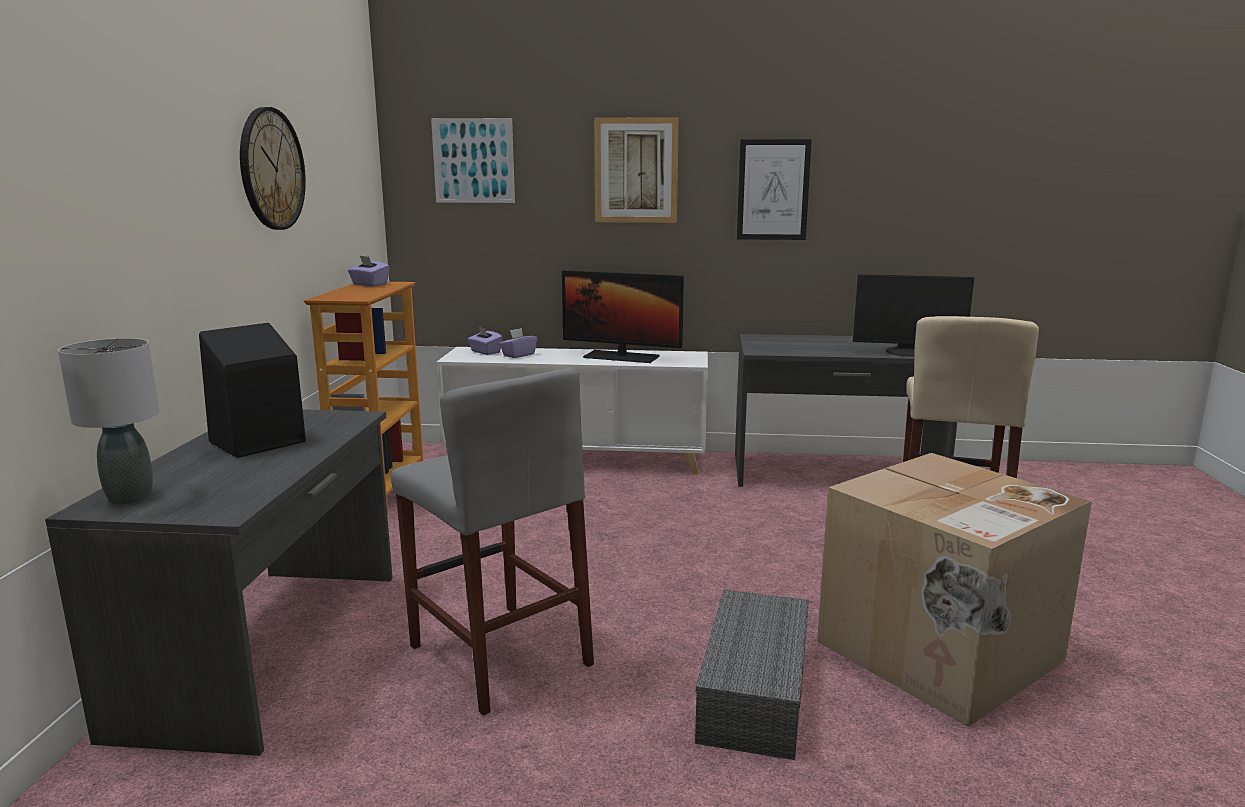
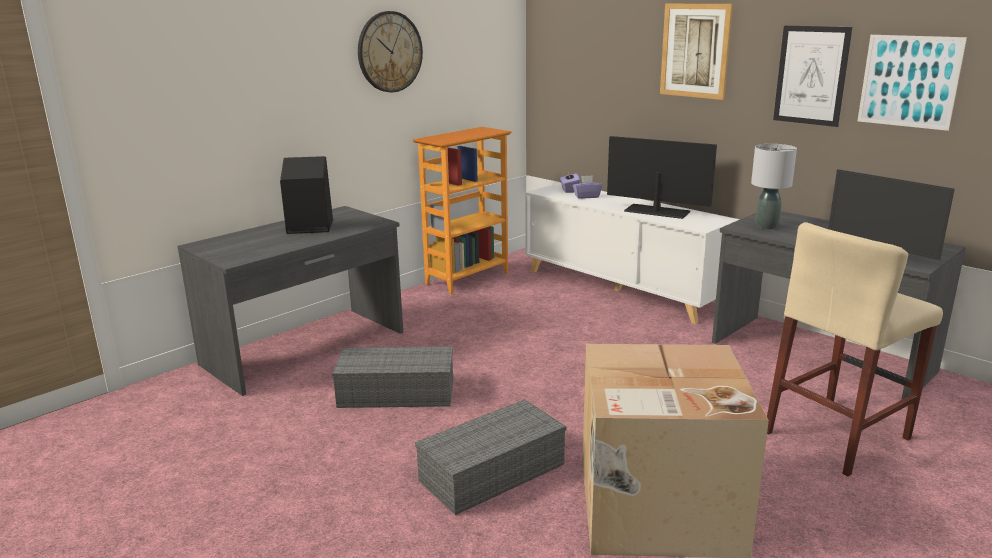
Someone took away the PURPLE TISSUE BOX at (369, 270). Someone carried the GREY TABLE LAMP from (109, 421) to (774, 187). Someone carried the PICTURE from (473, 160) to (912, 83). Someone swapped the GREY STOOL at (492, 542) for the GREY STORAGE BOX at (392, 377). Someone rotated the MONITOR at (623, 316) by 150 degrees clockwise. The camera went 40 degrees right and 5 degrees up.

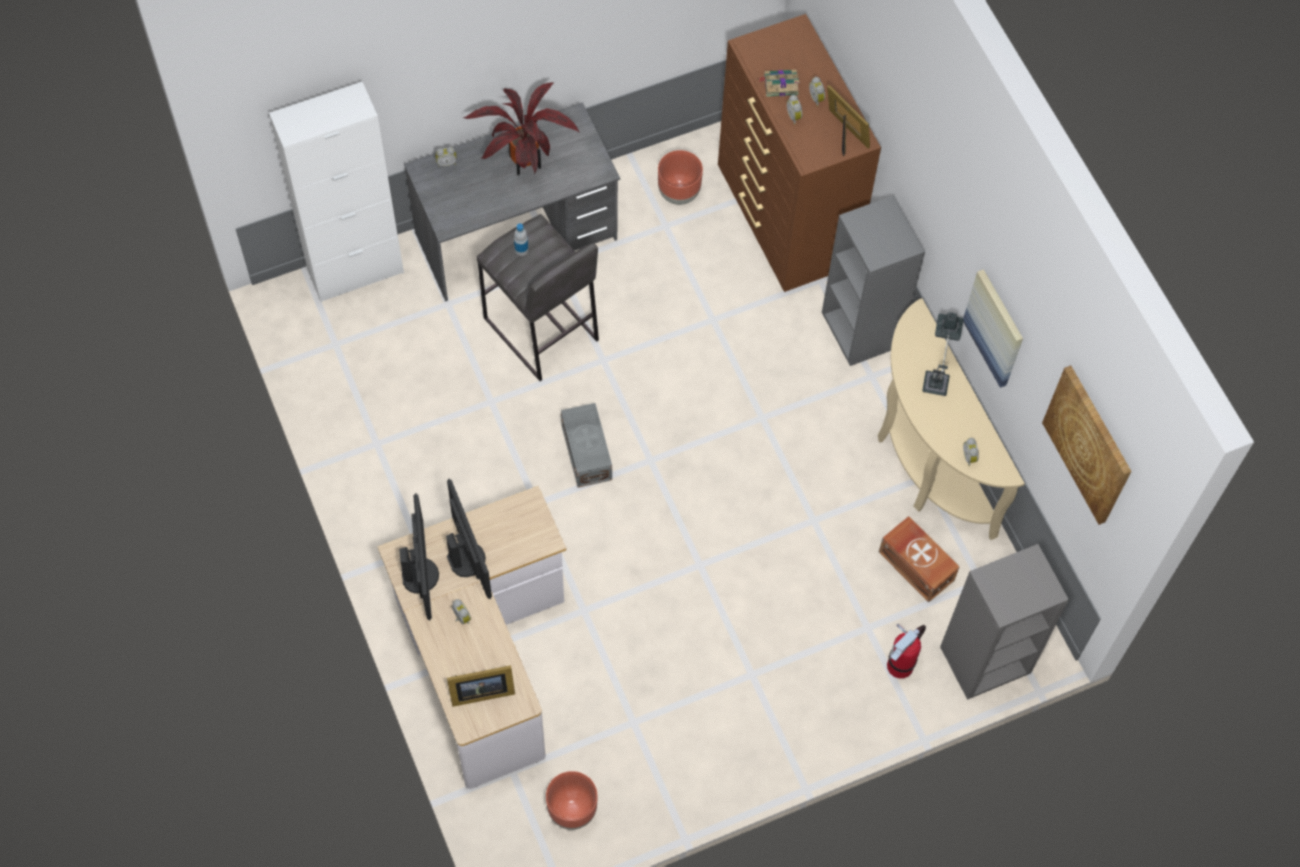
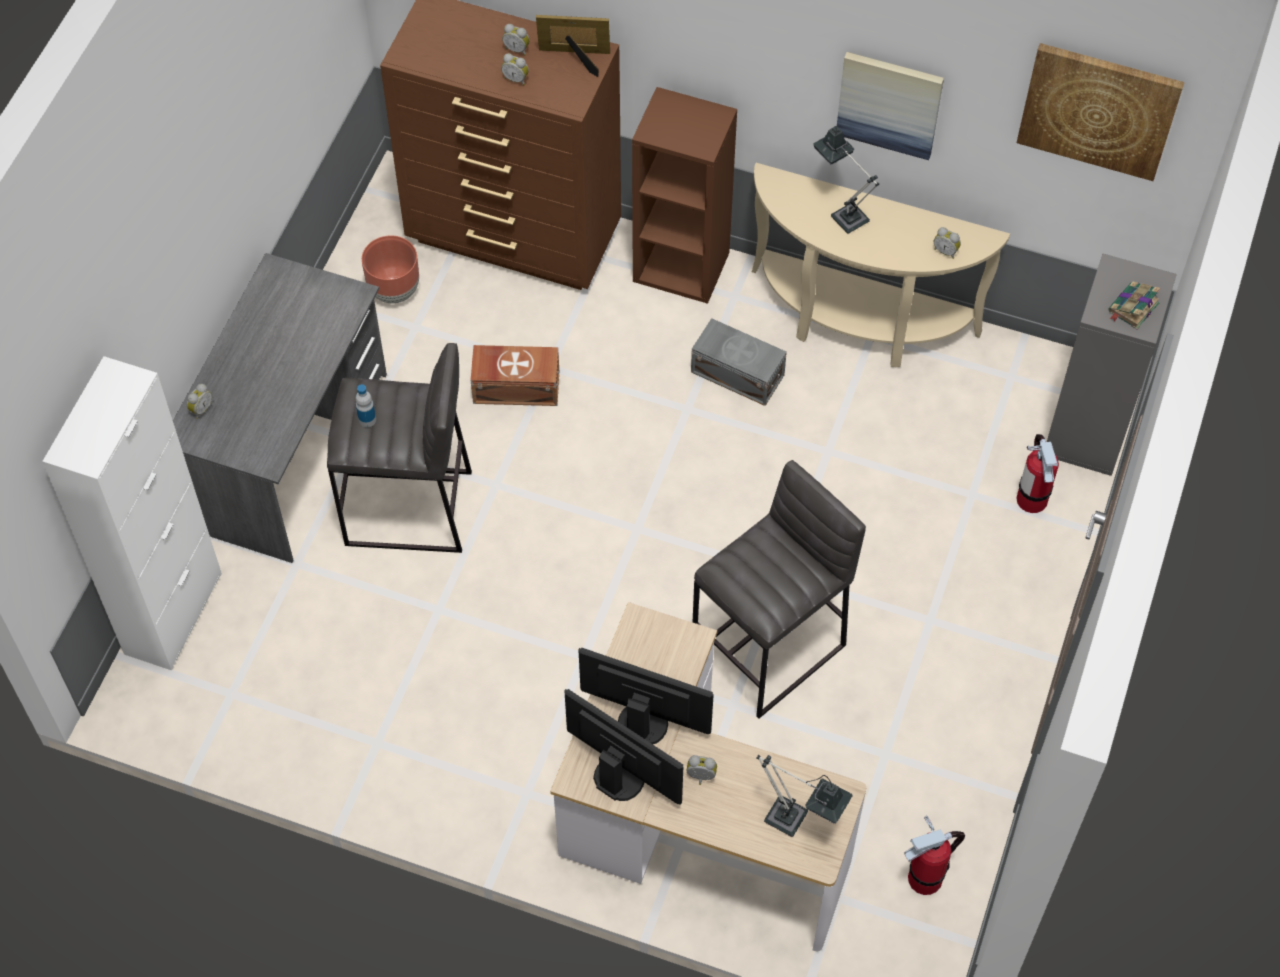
Someone took away the POTTED PLANT at (521, 129). Someone put down the GREY STOOL at (779, 589). Someone carried the GREY STORAGE BOX from (586, 445) to (739, 362). Someone carried the BOOK from (779, 83) to (1134, 305). Someone carried the BROWN STORAGE BOX from (919, 559) to (515, 375). Someone swapped the PICTURE FRAME at (481, 686) for the TABLE LAMP at (804, 796). Someone swapped the BROWN PLANTER at (572, 800) for the FIRE EXTINGUISHER at (934, 855). Someone repainted the GREY BOOKCASE at (873, 280), which became the BROWN BOOKCASE at (684, 195). The camera went 45 degrees left and 5 degrees down.

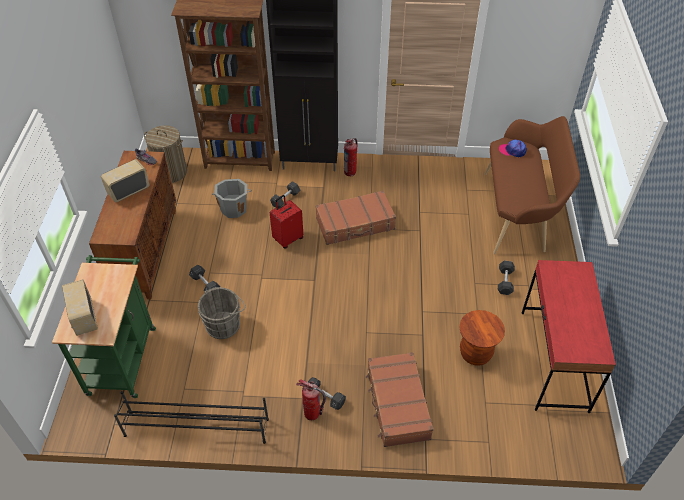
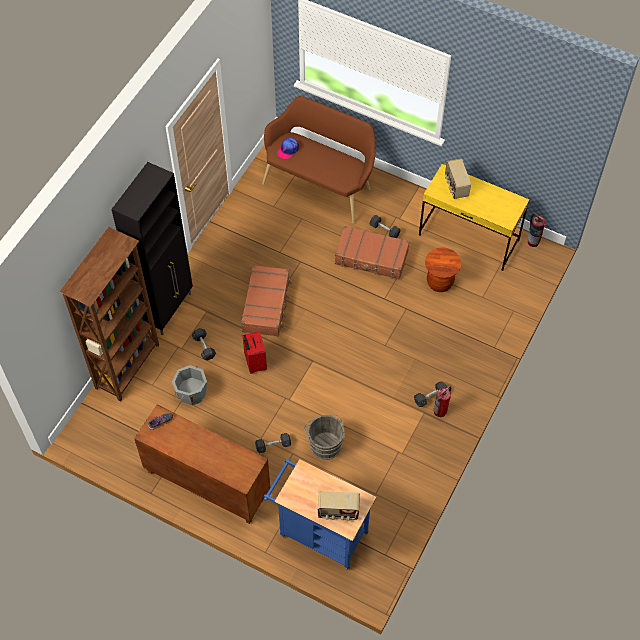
Someone took away the BLACK SHOE RACK at (191, 417). Someone took away the LAUNDRY BASKET at (165, 154). Someone carried the RADIO from (125, 180) to (458, 179). Someone carried the FIRE EXTINGUISHER from (351, 157) to (537, 230). Someone carried the BROWN SUITCASE from (399, 399) to (372, 253). Someone repainted the GREEN CART at (104, 326), which became the BLUE CART at (320, 514). Someone repainted the RED DESK at (569, 336), which became the YELLOW DESK at (474, 217). The camera went 65 degrees left and 10 degrees up.

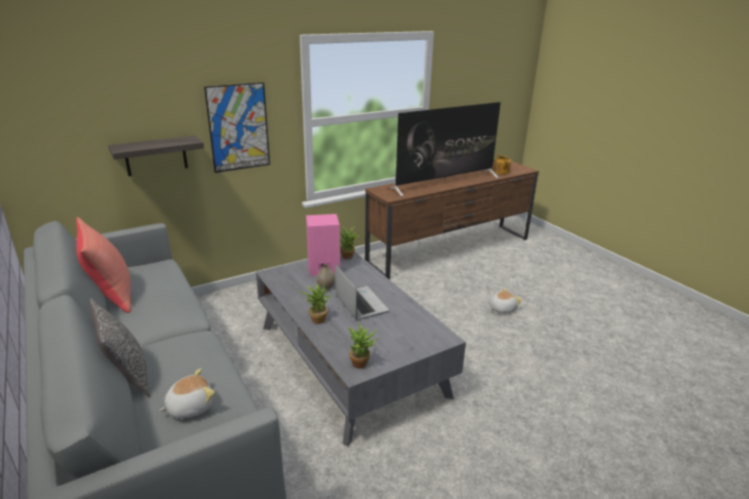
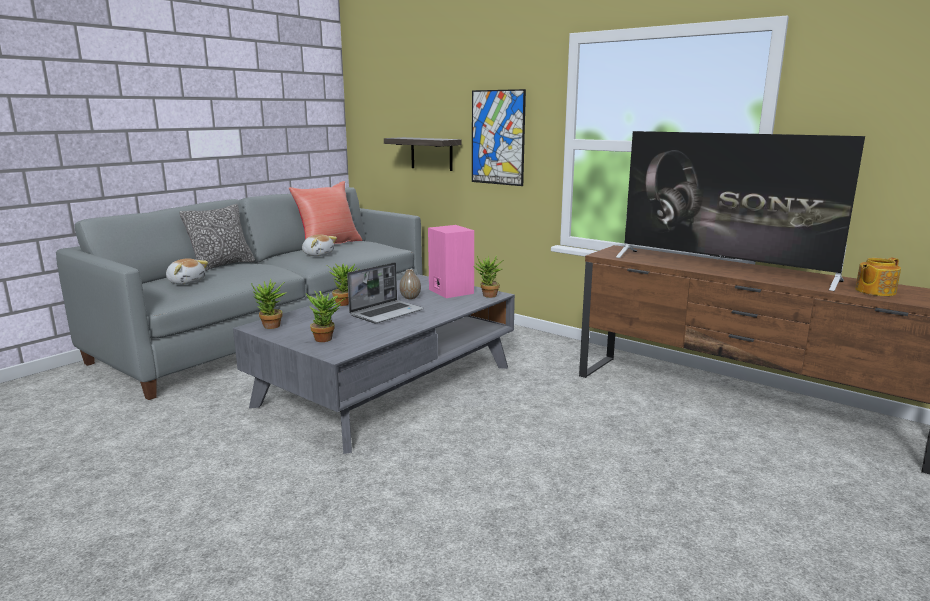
Someone put down the POTTED PLANT at (326, 316). Someone carried the PLUSH TOY from (506, 301) to (319, 245). The camera went 70 degrees right and 10 degrees down.

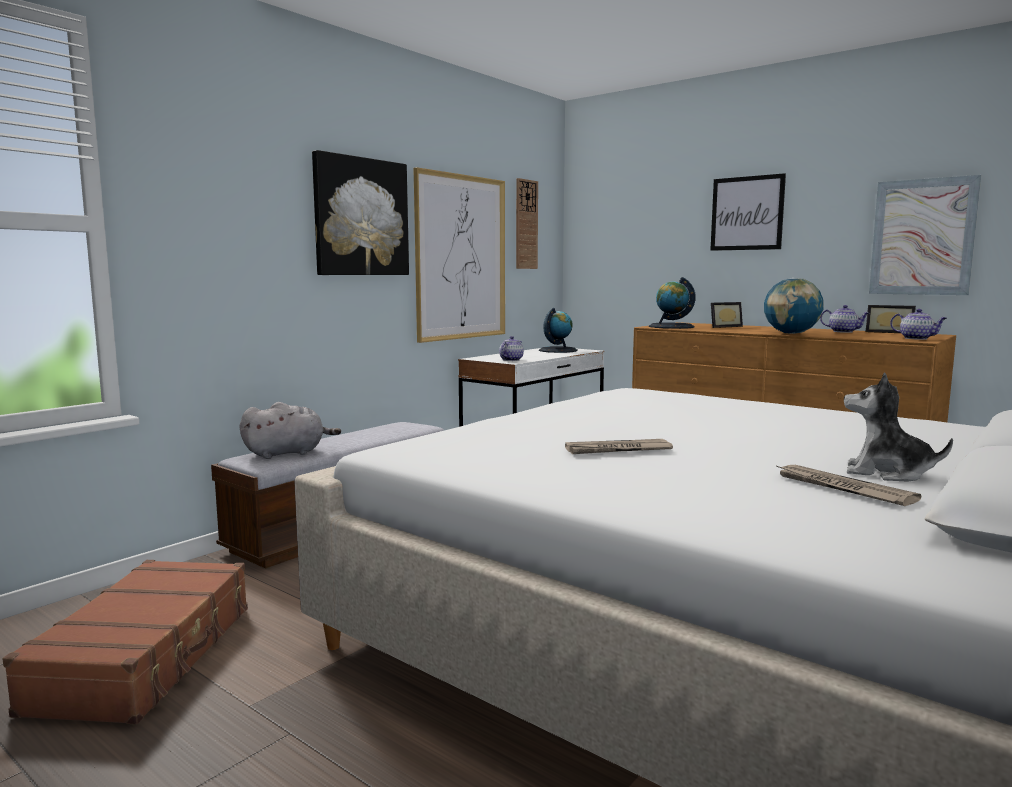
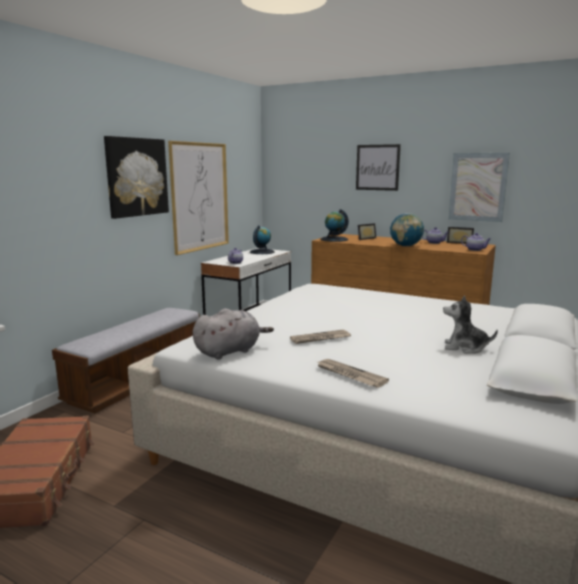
Someone took away the WALL CLOCK at (527, 223). Someone carried the GREY PLUSH TOY from (290, 430) to (233, 334). Someone carried the NEWSPAPER from (848, 485) to (352, 373). The camera went 10 degrees left and 5 degrees up.

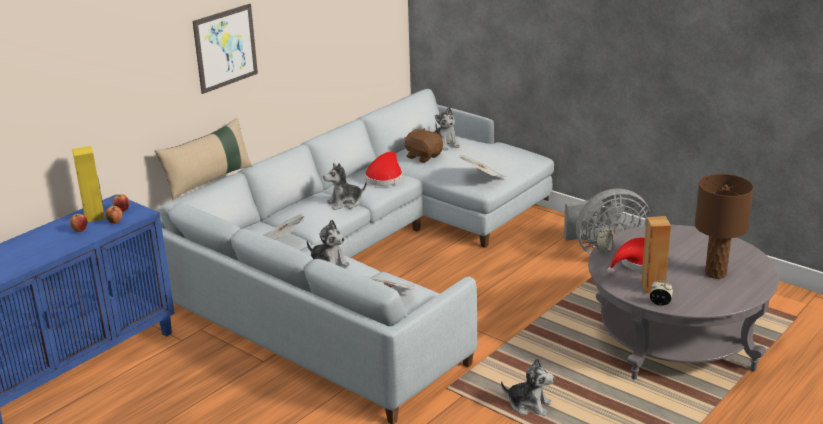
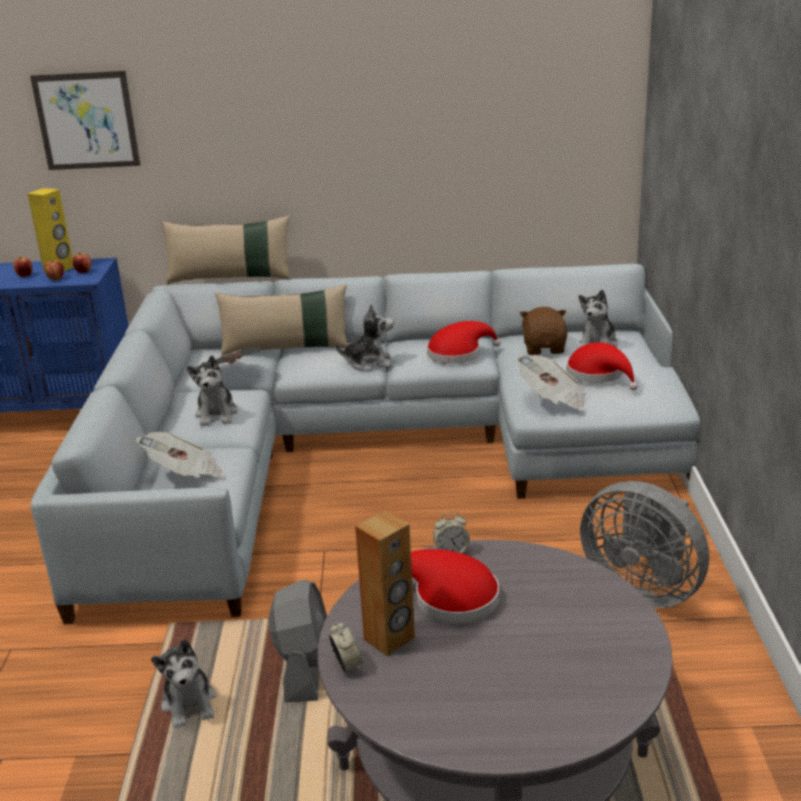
Someone took away the BROWN TABLE LAMP at (724, 226). Someone put down the BEIGE PILLOW at (281, 320). Someone put down the GREY FAN at (297, 641). Someone put down the RED HAT at (602, 366). Someone carried the PICTURE from (225, 49) to (85, 120). Someone rotated the PLUSH TOY at (345, 186) by 150 degrees clockwise. The camera went 50 degrees right and 0 degrees up.

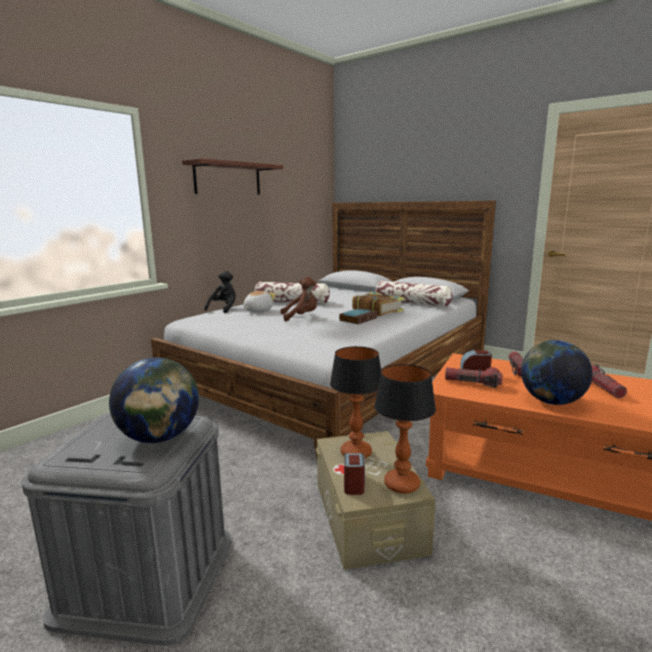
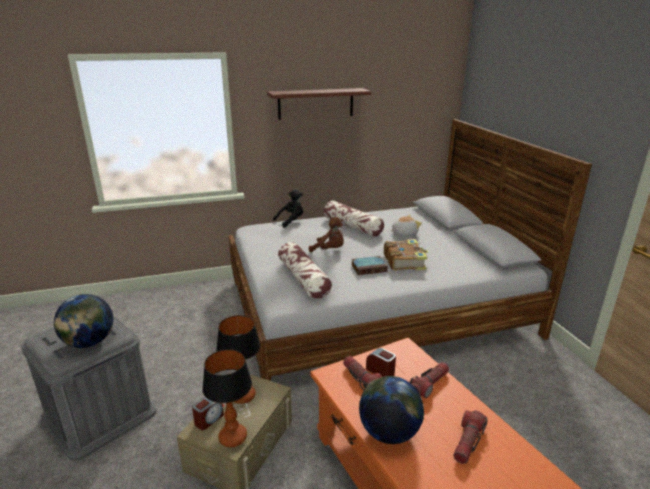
Someone carried the PLUSH TOY from (259, 301) to (406, 225). Someone carried the PILLOW from (413, 294) to (305, 270). The camera went 35 degrees right and 10 degrees up.

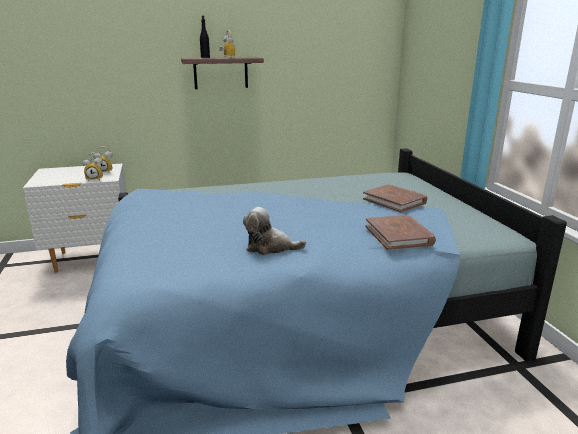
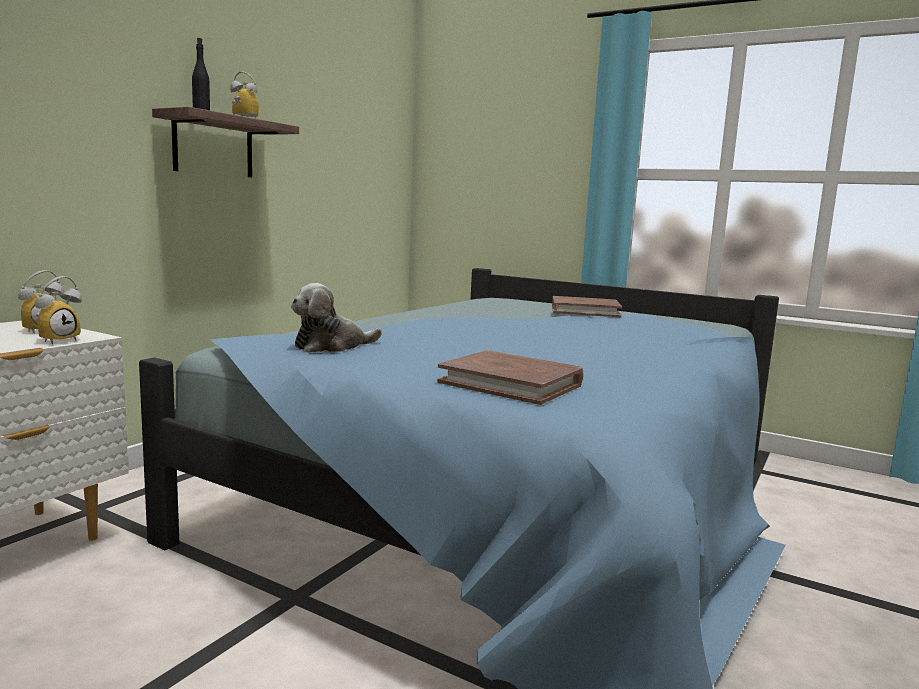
Someone carried the PLUSH TOY from (274, 231) to (336, 318). Someone carried the BROWN BOOK from (401, 232) to (510, 377). The camera went 45 degrees left and 10 degrees down.

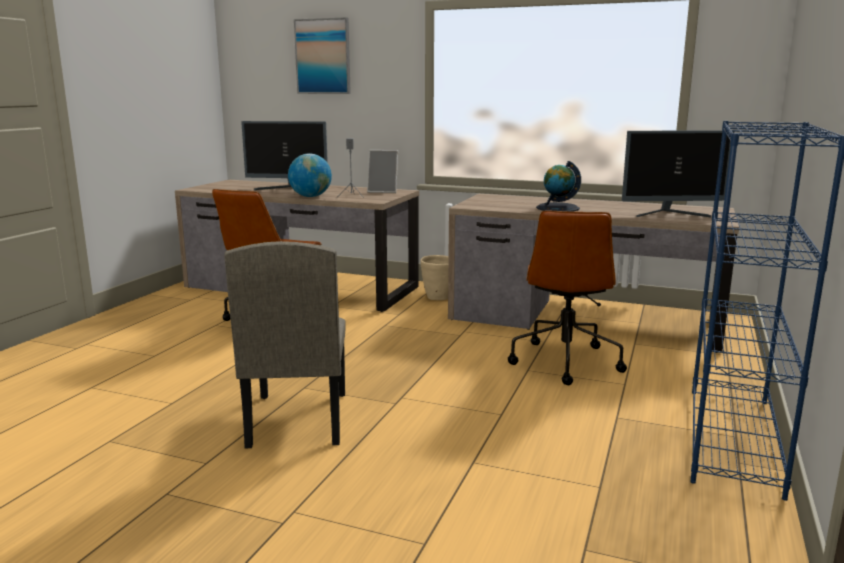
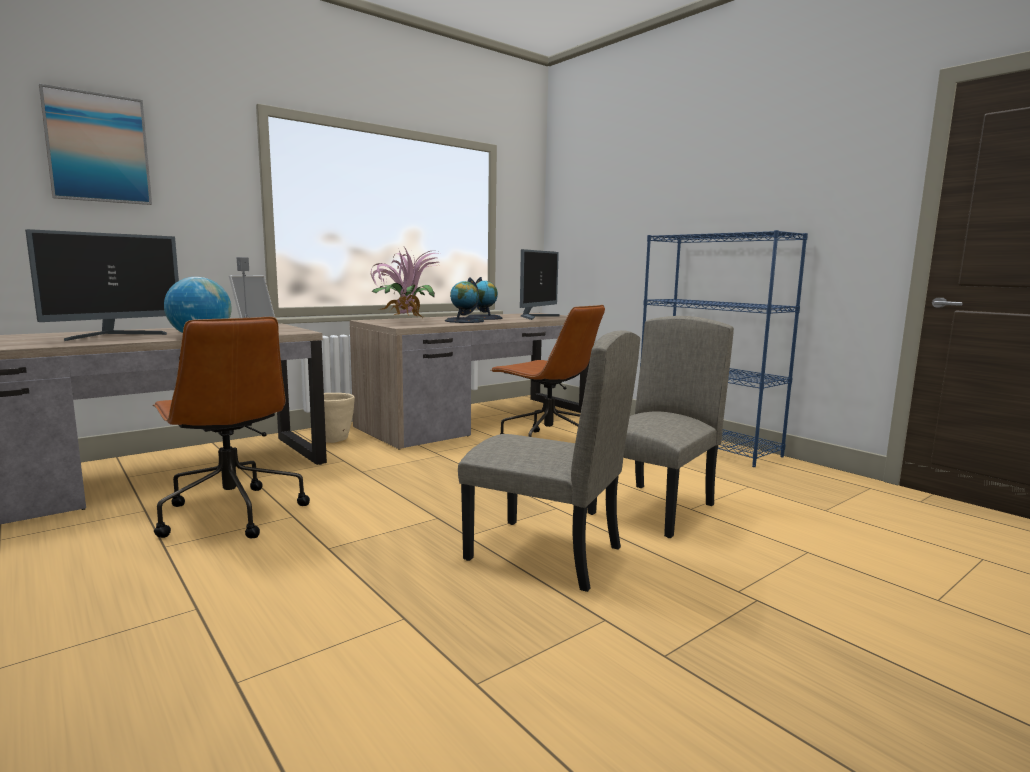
Someone put down the POTTED PLANT at (405, 282). Someone put down the GLOBE at (484, 298). Someone put down the BEIGE CHAIR at (660, 427). The camera went 60 degrees left and 5 degrees down.

